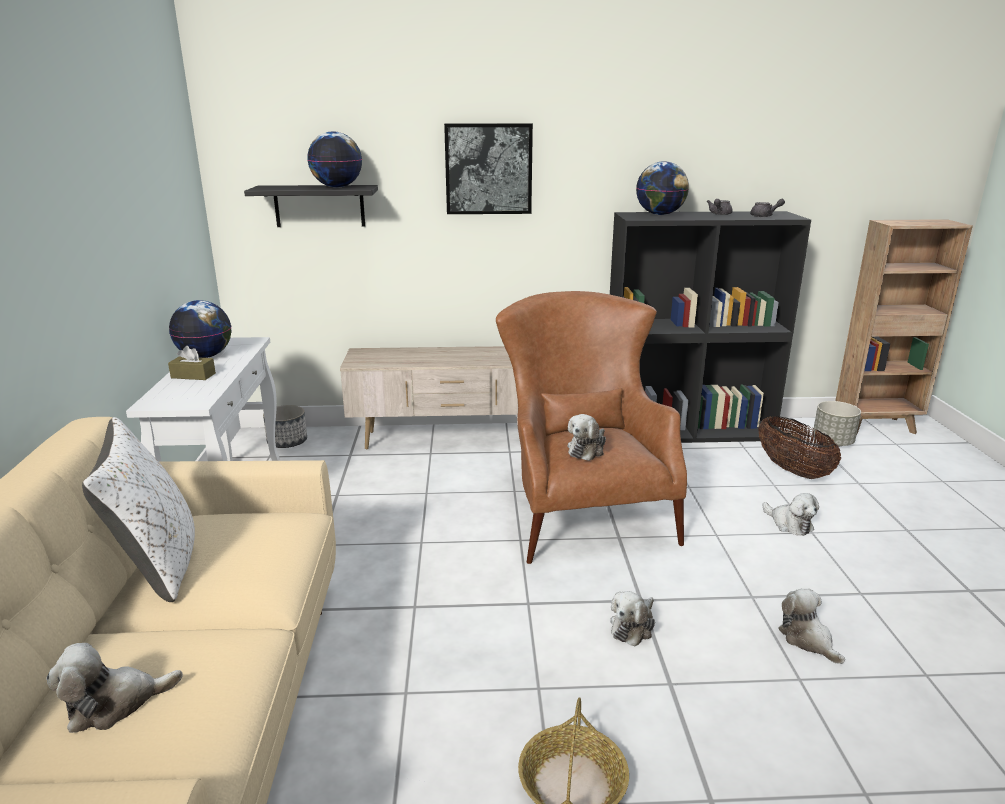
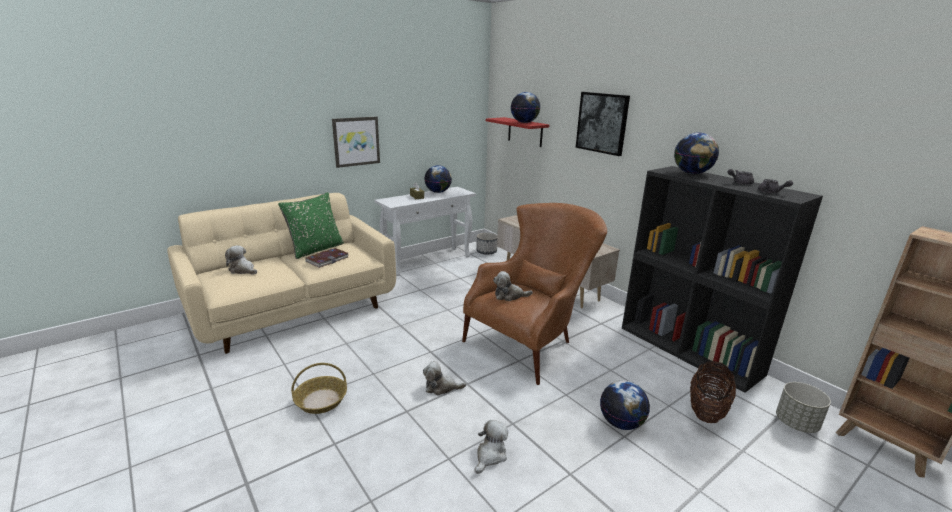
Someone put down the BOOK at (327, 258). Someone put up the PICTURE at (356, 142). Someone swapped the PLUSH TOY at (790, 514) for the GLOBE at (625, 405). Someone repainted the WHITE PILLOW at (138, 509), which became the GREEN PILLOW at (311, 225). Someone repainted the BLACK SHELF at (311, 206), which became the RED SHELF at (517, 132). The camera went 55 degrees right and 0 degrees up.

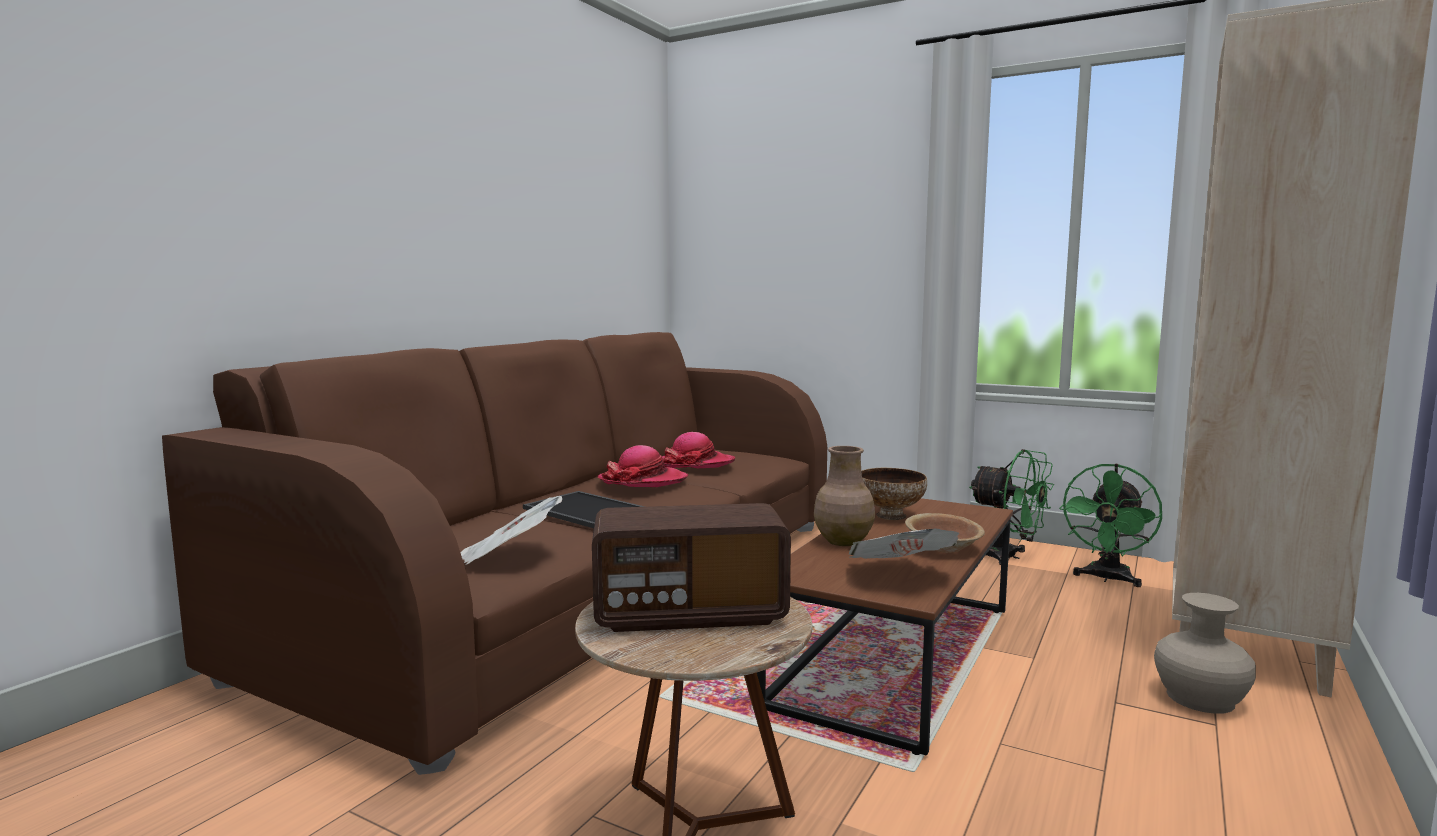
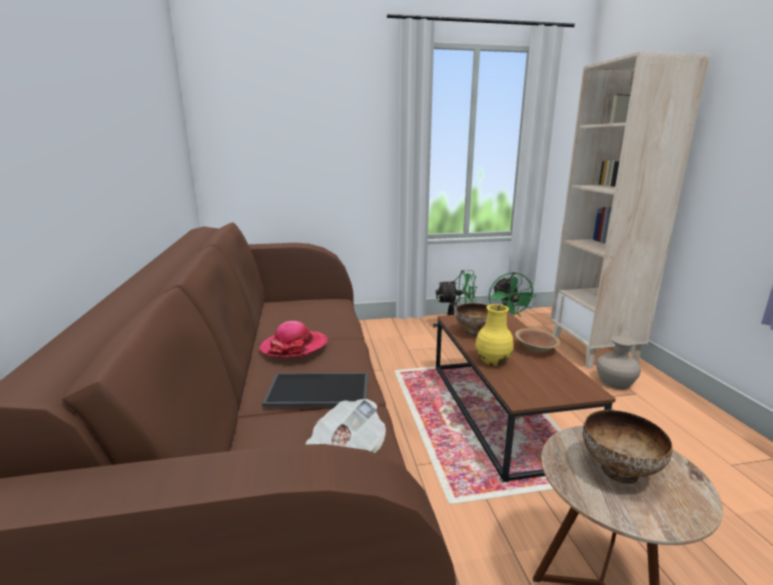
Someone took away the HAT at (698, 450). Someone took away the NEWSPAPER at (904, 544). Someone swapped the RADIO at (691, 567) for the BOWL at (628, 447). Someone repainted the BROWN VASE at (844, 496), which became the YELLOW VASE at (494, 335). The camera went 40 degrees left and 10 degrees up.

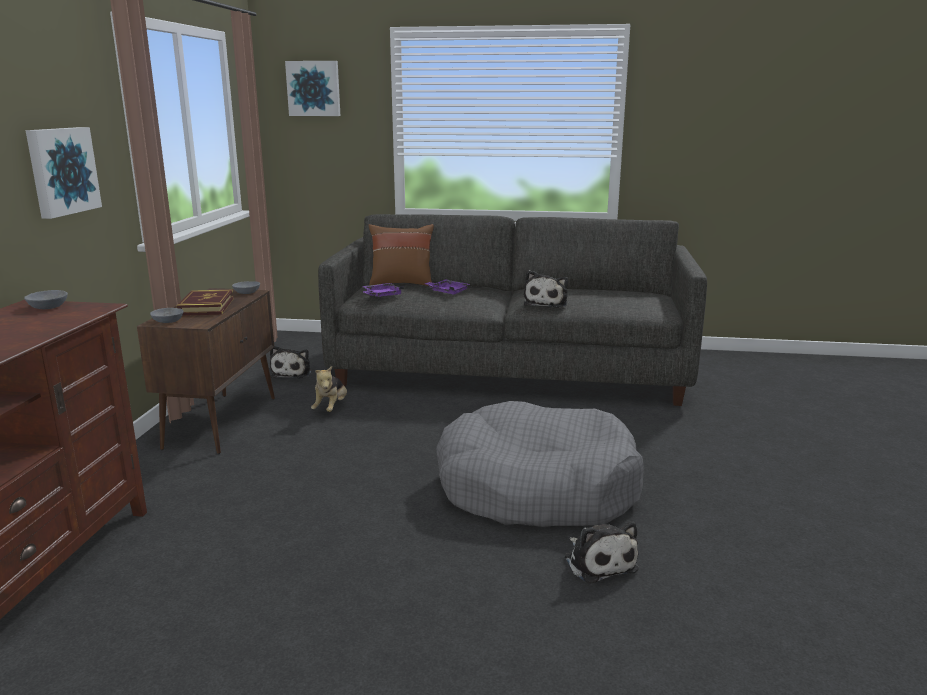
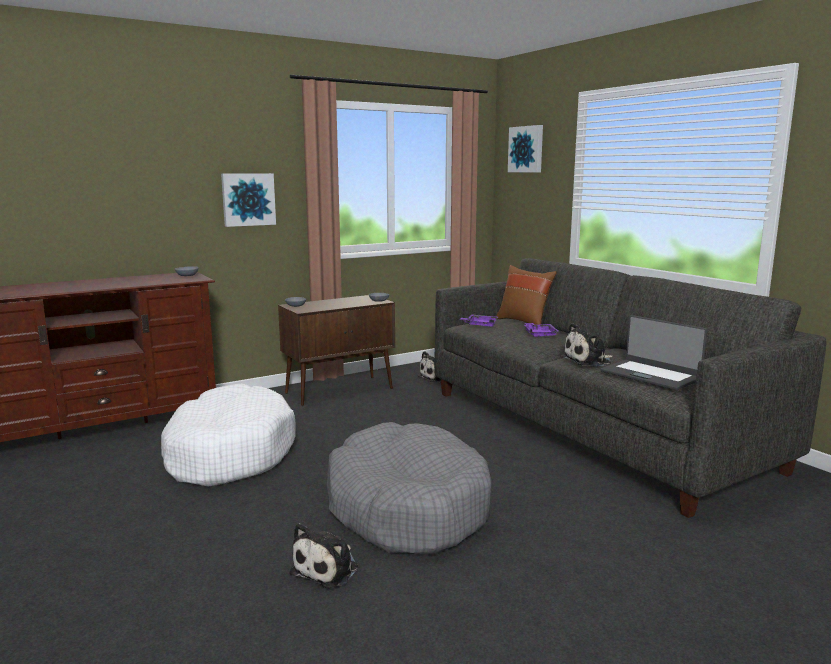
Someone took away the BOOK at (205, 303). Someone took away the PLUSH TOY at (329, 389). Someone put down the WHITE DOG BED at (228, 435). Someone put down the LAPTOP at (654, 352). The camera went 50 degrees right and 5 degrees down.

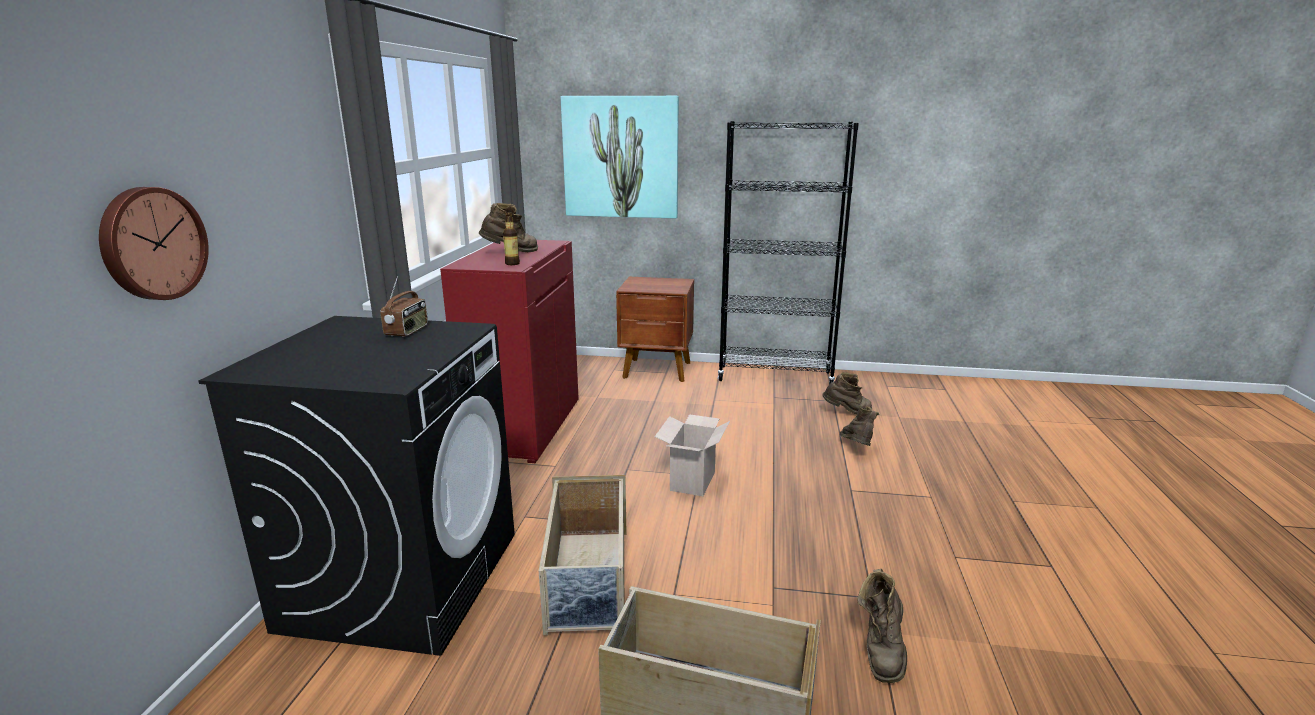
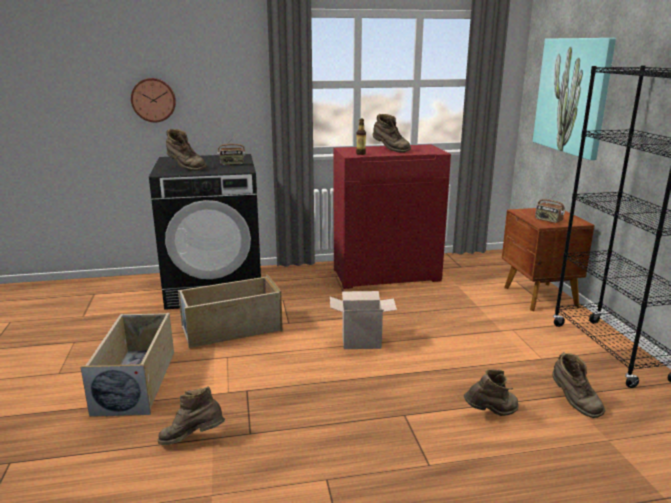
Someone put down the BROWN BOOT at (186, 150). Someone put down the RADIO at (550, 207). The camera went 70 degrees right and 0 degrees up.

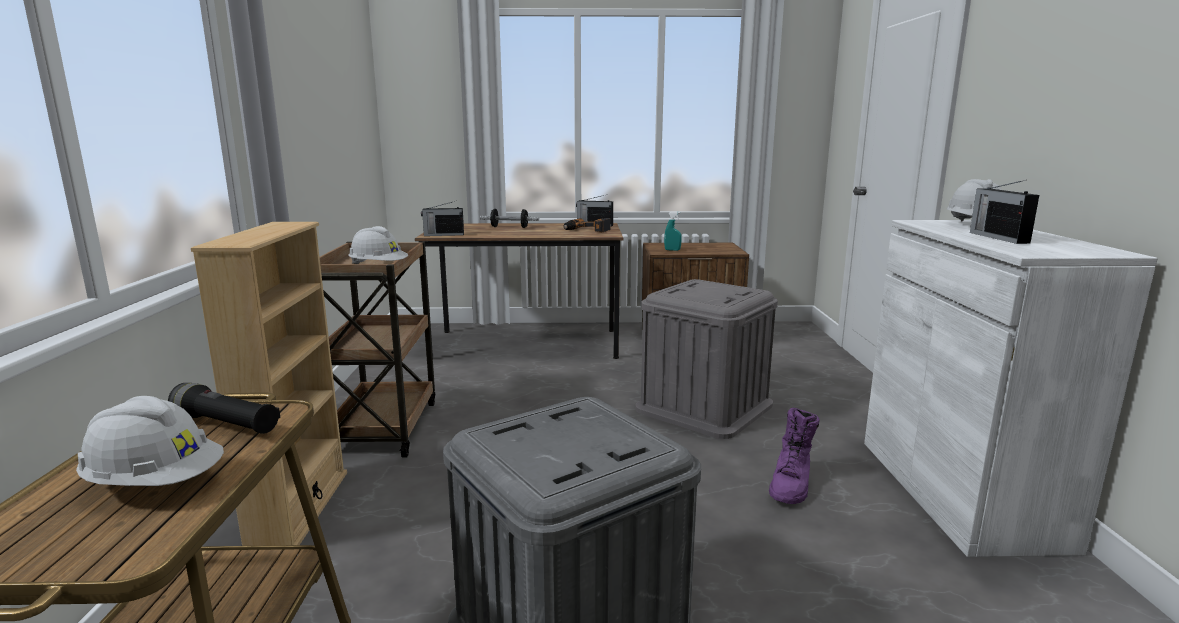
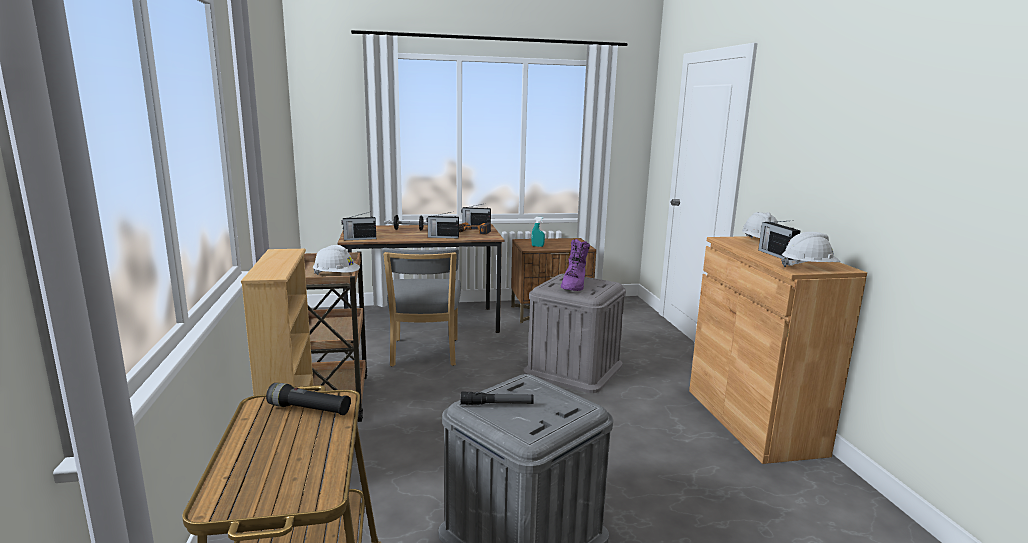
Someone put down the GREY CHAIR at (421, 307). Someone put down the RADIO at (442, 225). Someone put down the FLASHLIGHT at (497, 398). Someone carried the WHITE HARD HAT from (150, 441) to (811, 249). Someone carried the PURPLE BOOT from (794, 456) to (575, 265). Someone repainted the WHITE CABINET at (1011, 388), which became the BROWN CABINET at (778, 350). The camera went 10 degrees left and 0 degrees up.

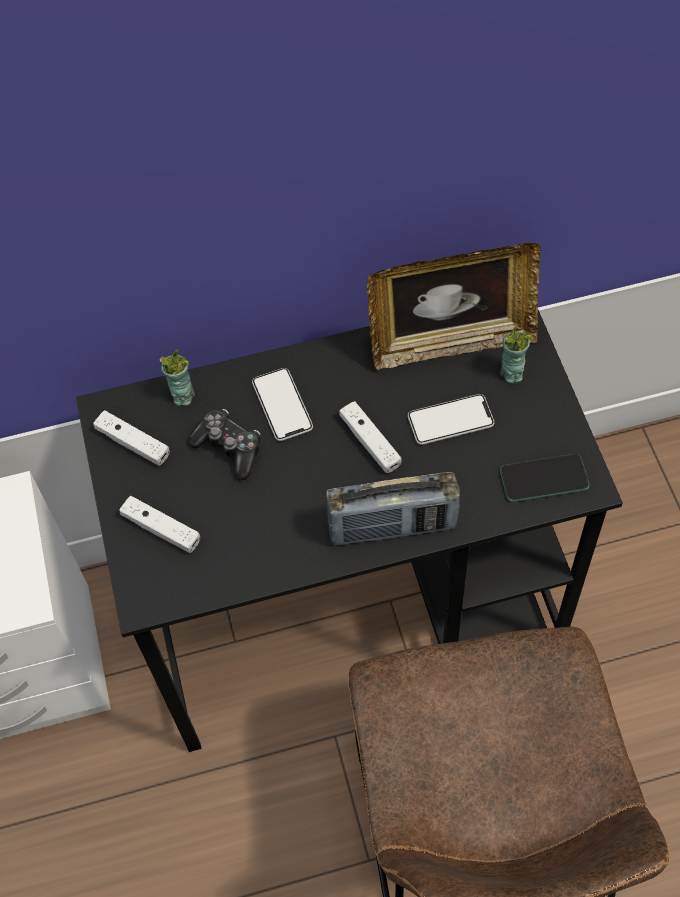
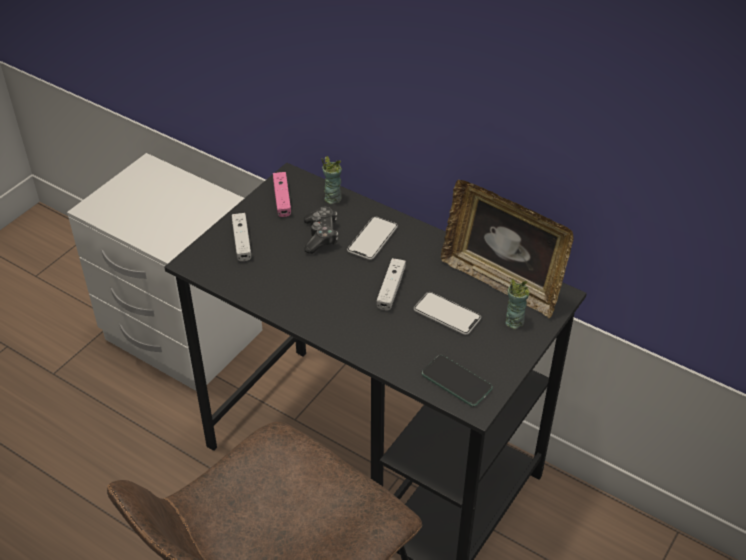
Someone took away the RADIO at (393, 509). Someone repainted the WHITE GAME CONTROLLER at (131, 438), which became the PINK GAME CONTROLLER at (282, 194). The camera went 45 degrees right and 15 degrees down.

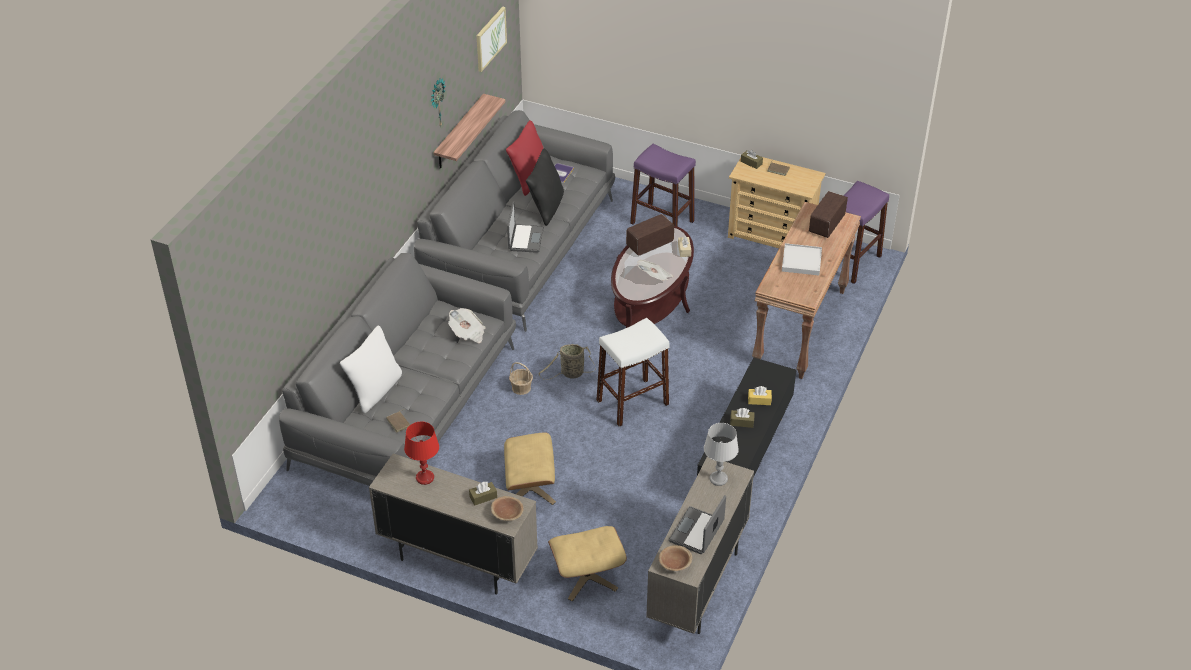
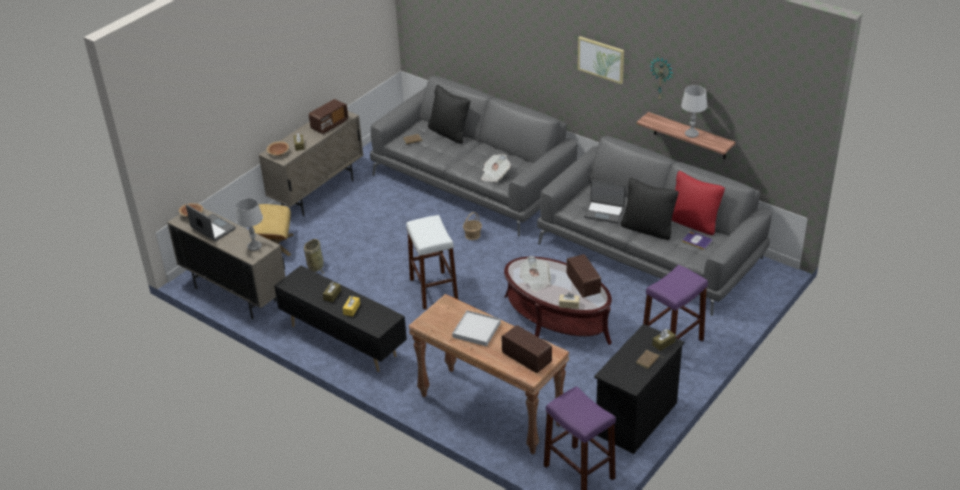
Someone took away the BEIGE OTTOMAN at (530, 468). Someone put down the GREY TABLE LAMP at (694, 111). Someone carried the PICTURE from (492, 39) to (601, 60). Someone carried the BASKET from (567, 362) to (314, 256). Someone swapped the RED TABLE LAMP at (421, 453) for the RADIO at (328, 116). Someone repainted the WHITE PILLOW at (371, 369), which became the BLACK PILLOW at (449, 114). Someone repainted the BEIGE DRESSER at (777, 202), which became the BLACK DRESSER at (639, 389). The camera went 105 degrees right and 5 degrees down.

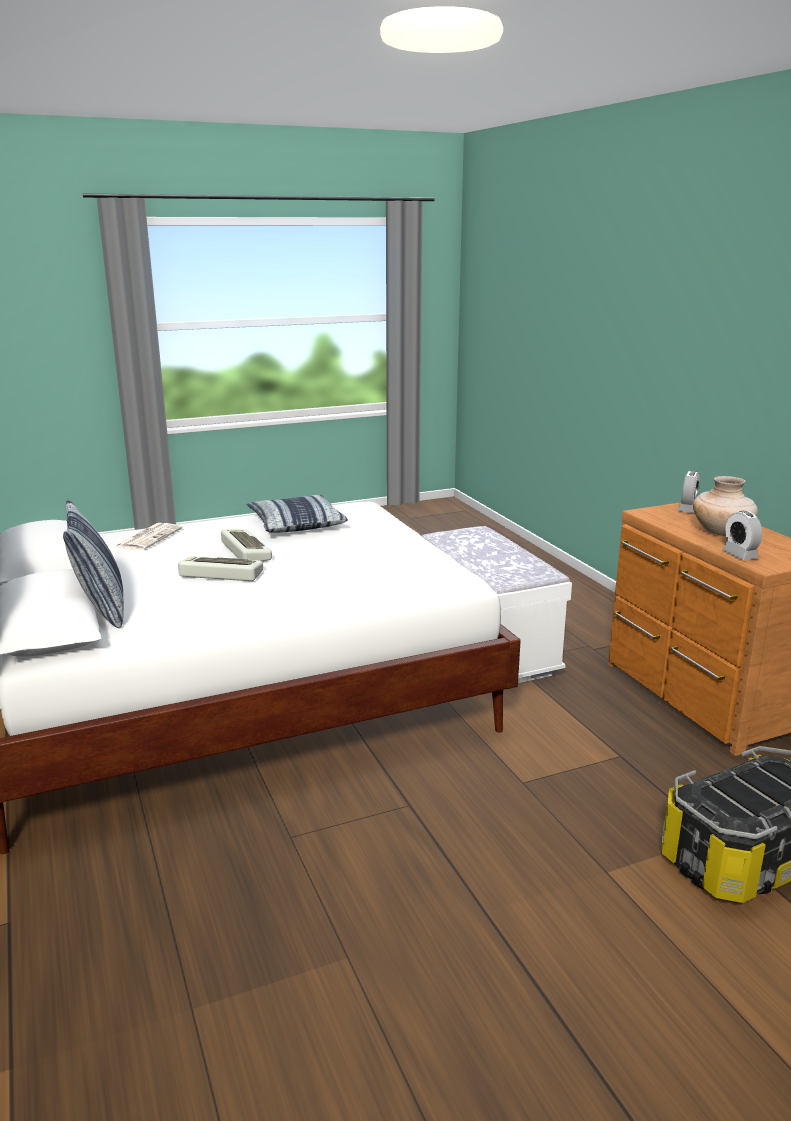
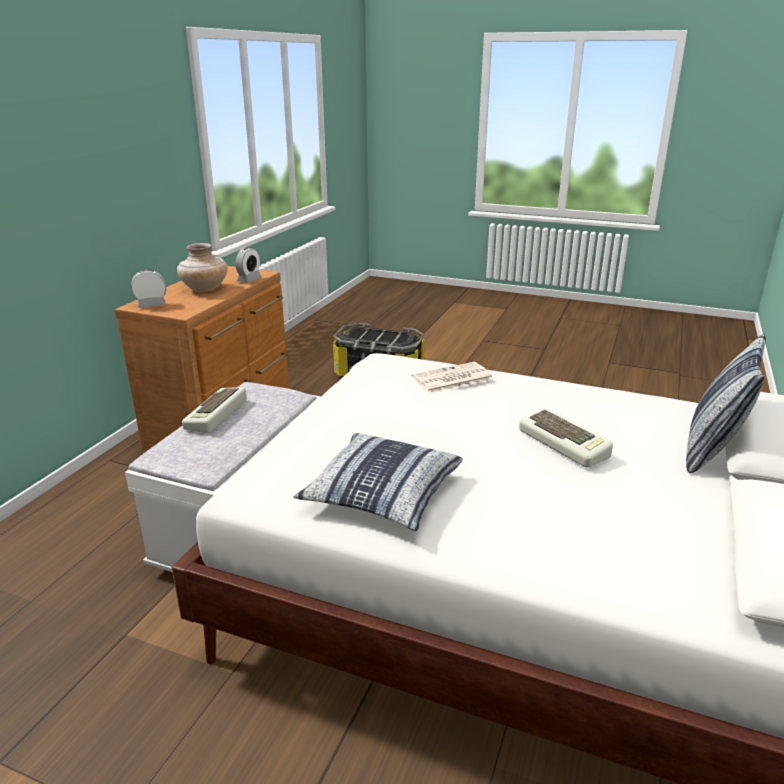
Someone carried the NEWSPAPER from (149, 536) to (452, 377). Someone carried the KEYBOARD from (246, 545) to (214, 410). The camera went 135 degrees left and 5 degrees up.

